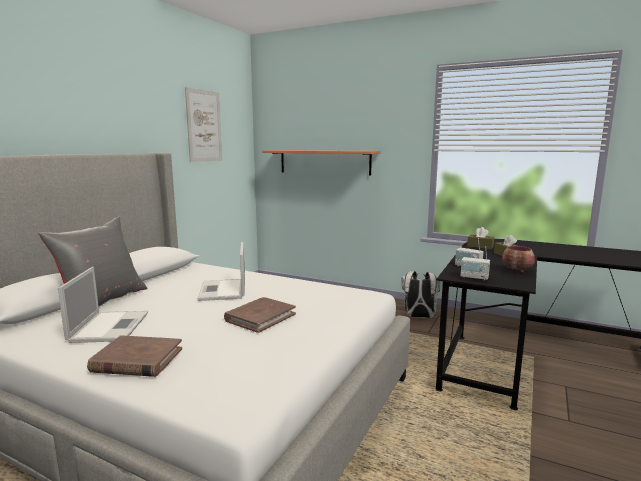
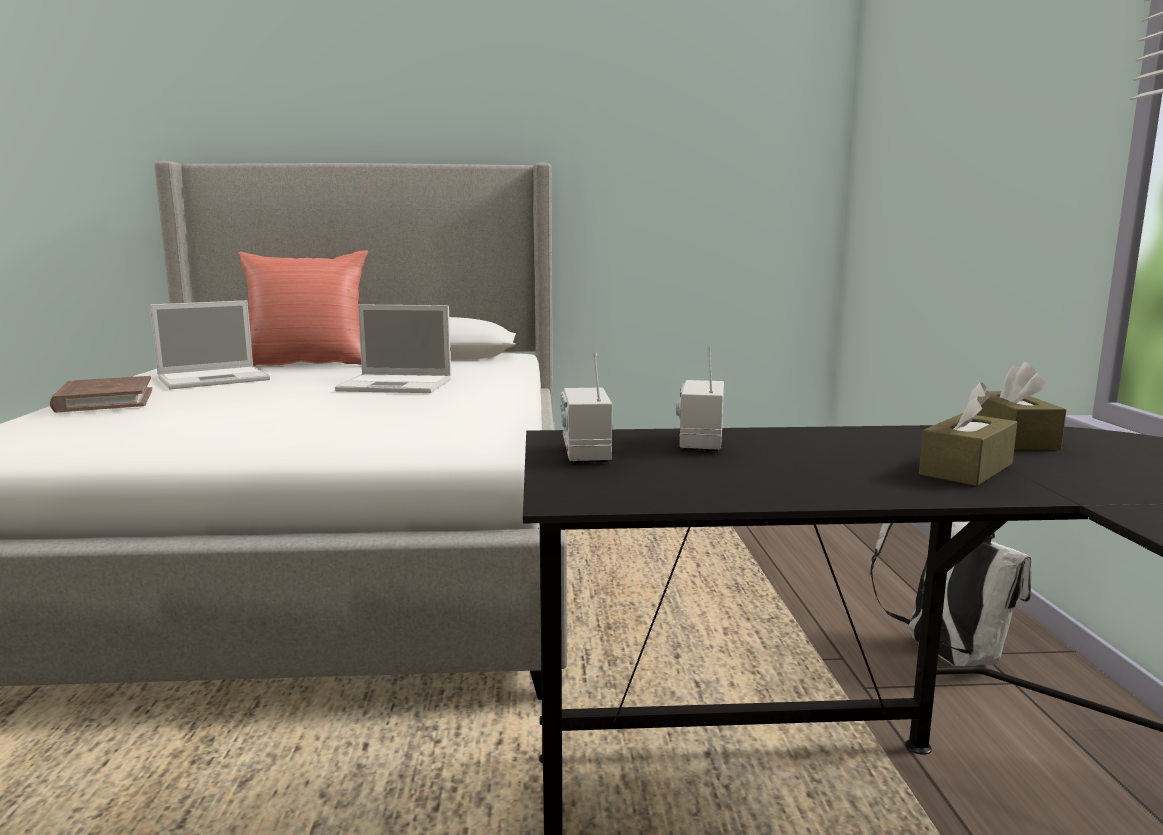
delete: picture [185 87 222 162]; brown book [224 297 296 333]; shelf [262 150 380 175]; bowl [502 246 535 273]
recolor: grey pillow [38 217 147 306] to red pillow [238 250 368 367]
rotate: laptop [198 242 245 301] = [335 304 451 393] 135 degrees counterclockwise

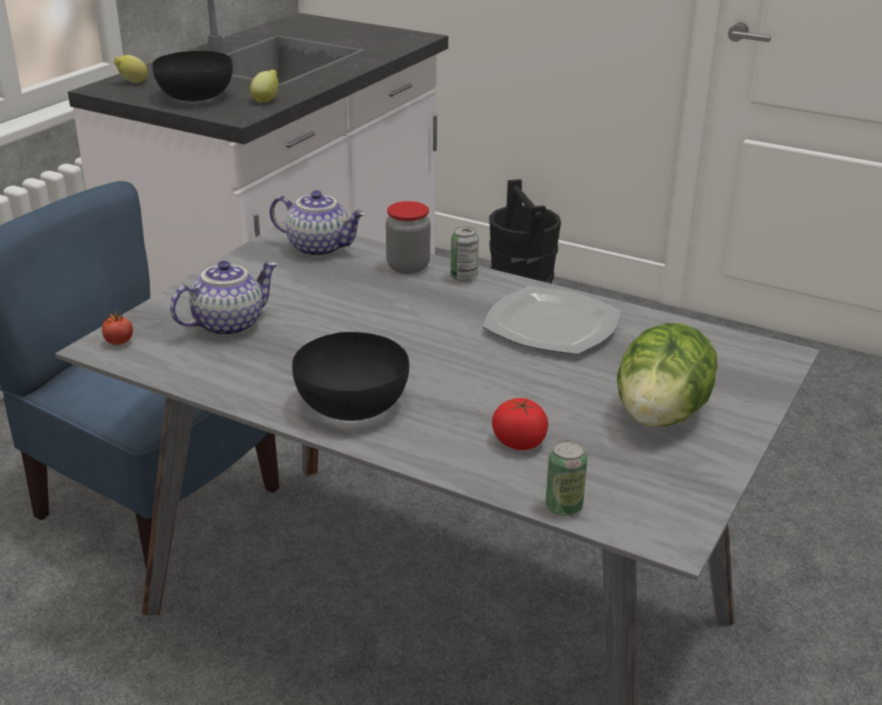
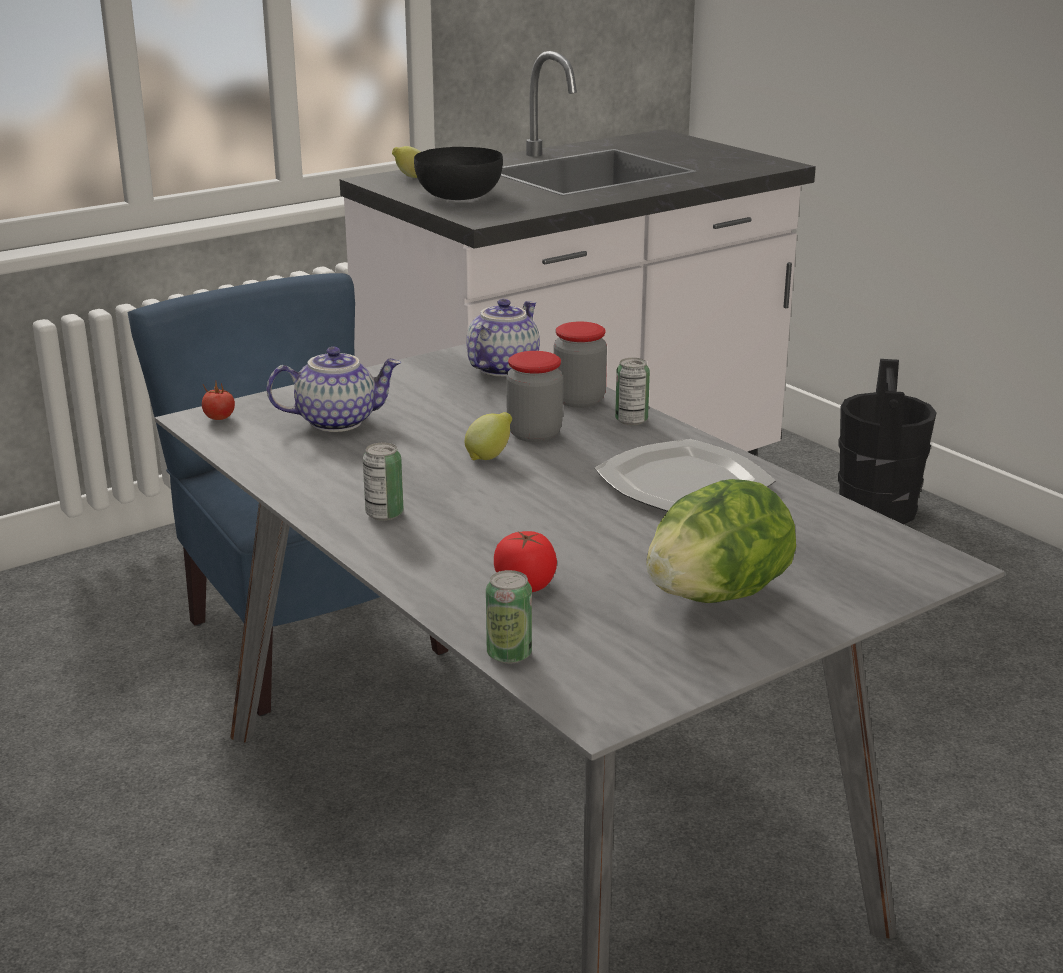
insert: jar [506 351 563 442]
move: lemon [250 70 278 103] to [465 412 512 460]
replace: black bowl [292 332 409 421] to can [363 443 403 521]
rotate: teapot [270 190 366 257] = [466 299 540 377] 105 degrees counterclockwise

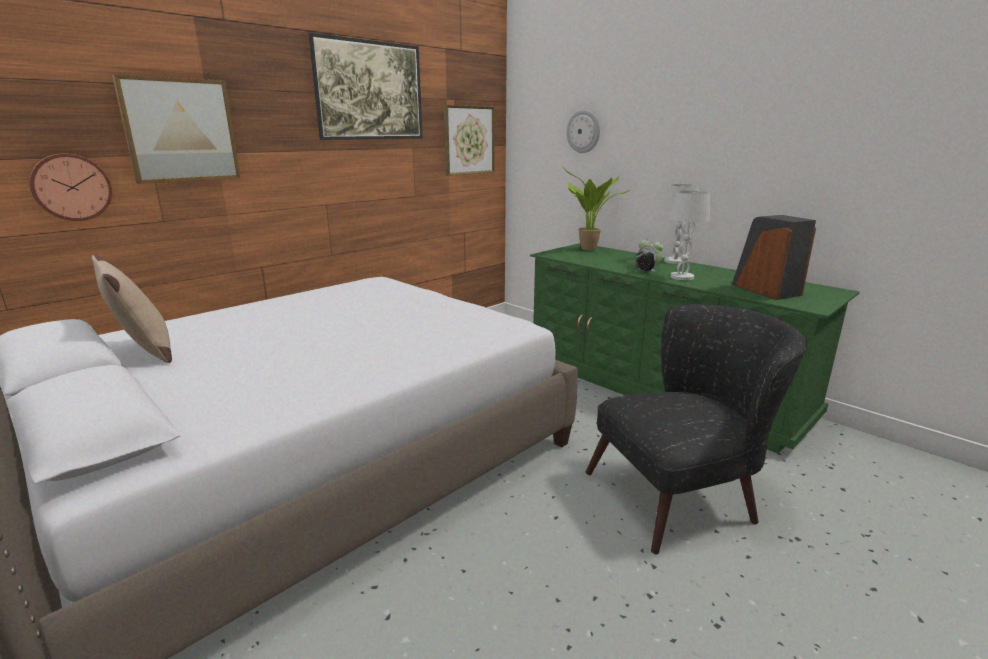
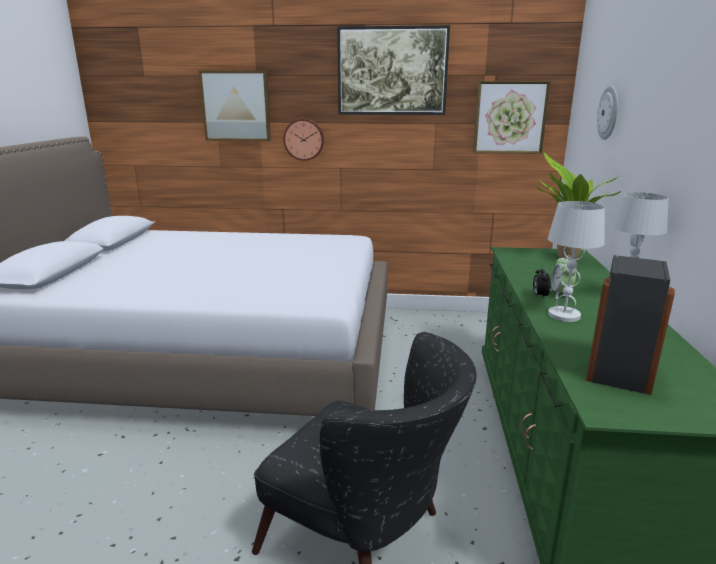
delete: beige pillow [92 255 172 363]
move: wall clock [29 153 112 221] to [283 119 324 161]

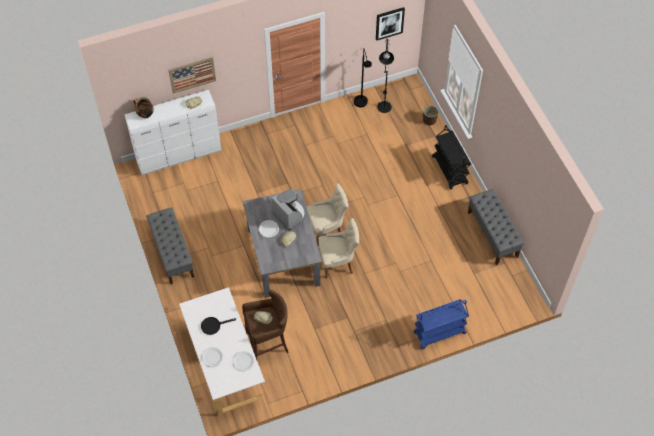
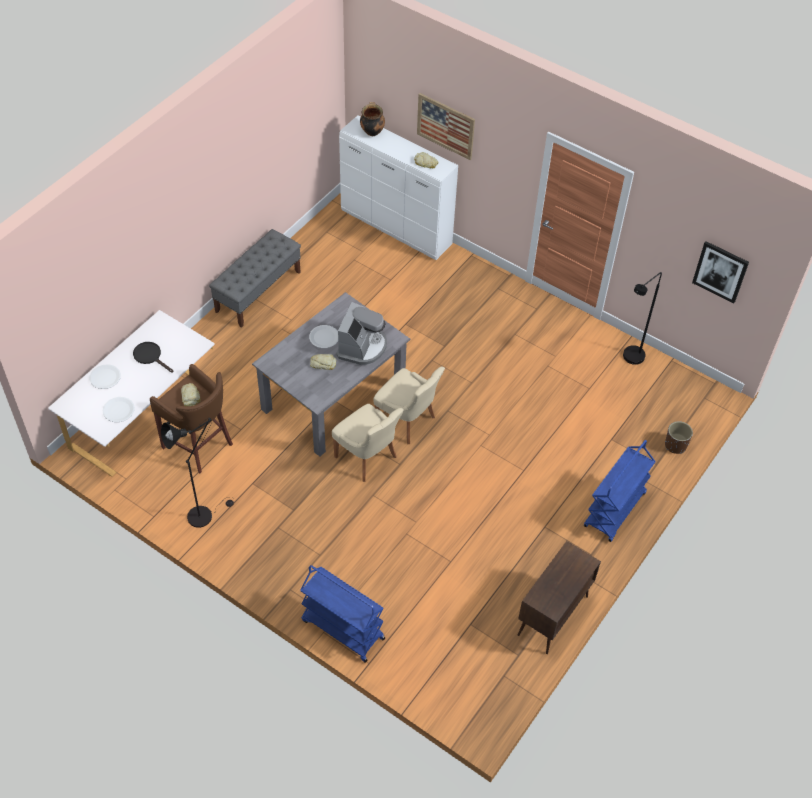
move: black floor lamp [377 39 394 113] to [161 418 234 528]
replace: grey bench [468 189 524 265] to brown cabinet [518 541 601 654]
recolor: black cart [432 125 471 190] to blue cart [584 440 656 542]

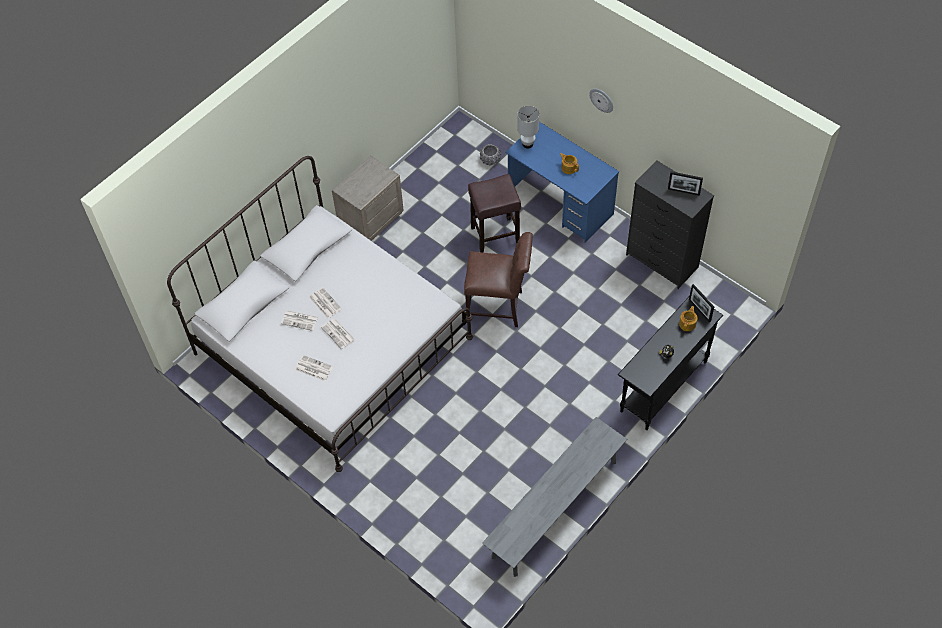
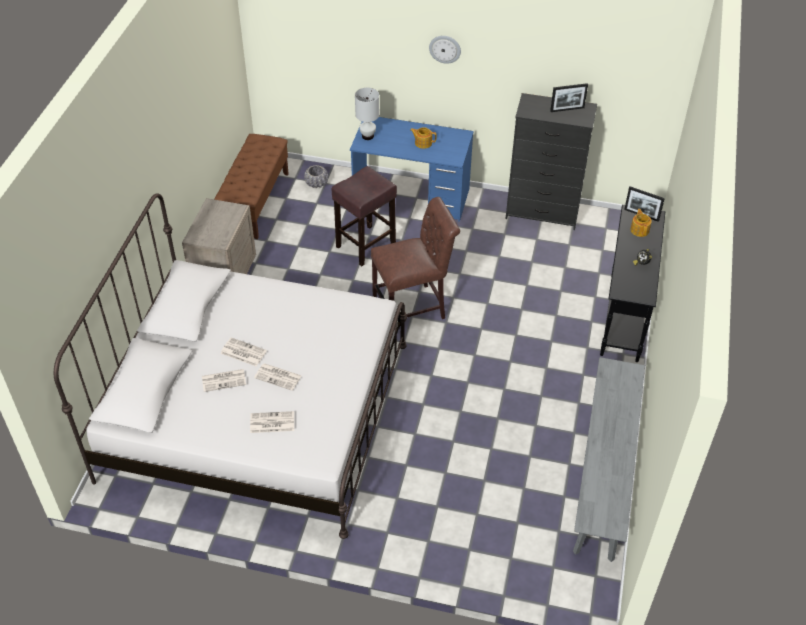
insert: brown bench [214 134 289 239]

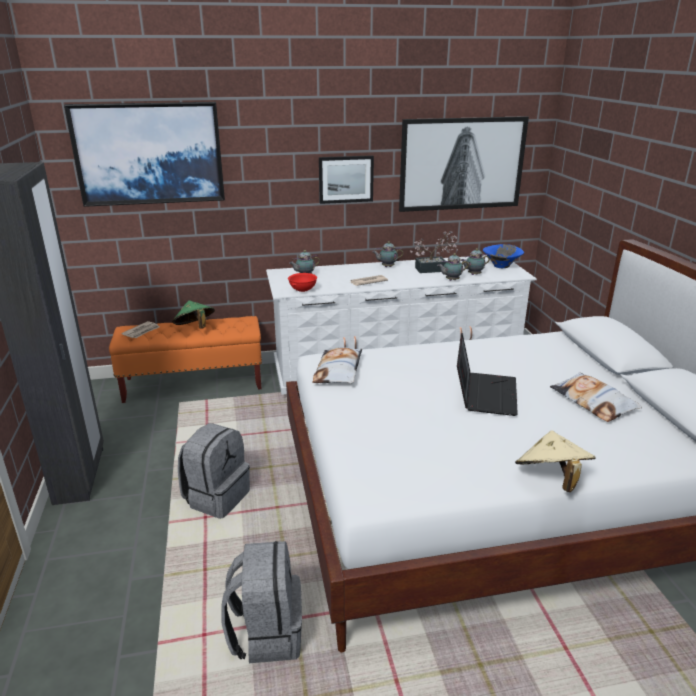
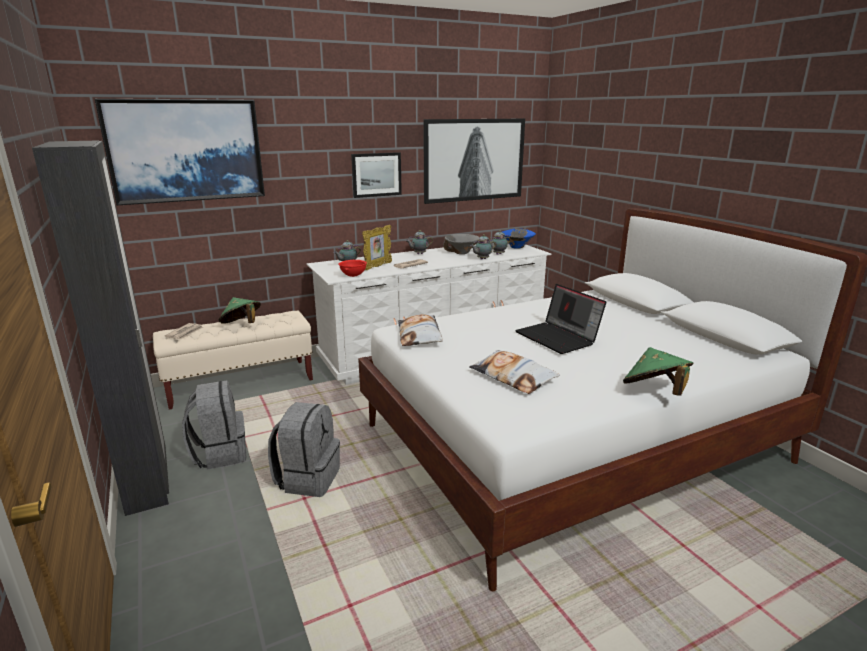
insert: picture frame [362 225 392 270]
move: grey backpack [222 541 302 663] to [182 380 246 470]; pillow [550 372 642 422] to [469 350 560 394]
replace: potted plant [410 231 458 273] to grey bowl [443 234 480 254]
recolor: orange bench [109 316 262 403] to beige bench [153 310 313 410]; beige hat [515 430 595 492] to green hat [623 347 694 395]
rotate: laptop [457 333 518 416] = [515 284 606 354] 150 degrees clockwise

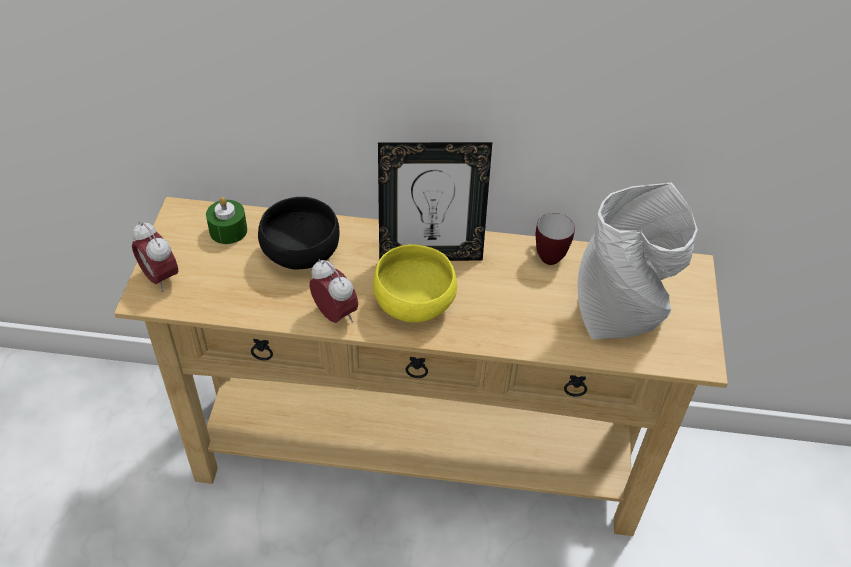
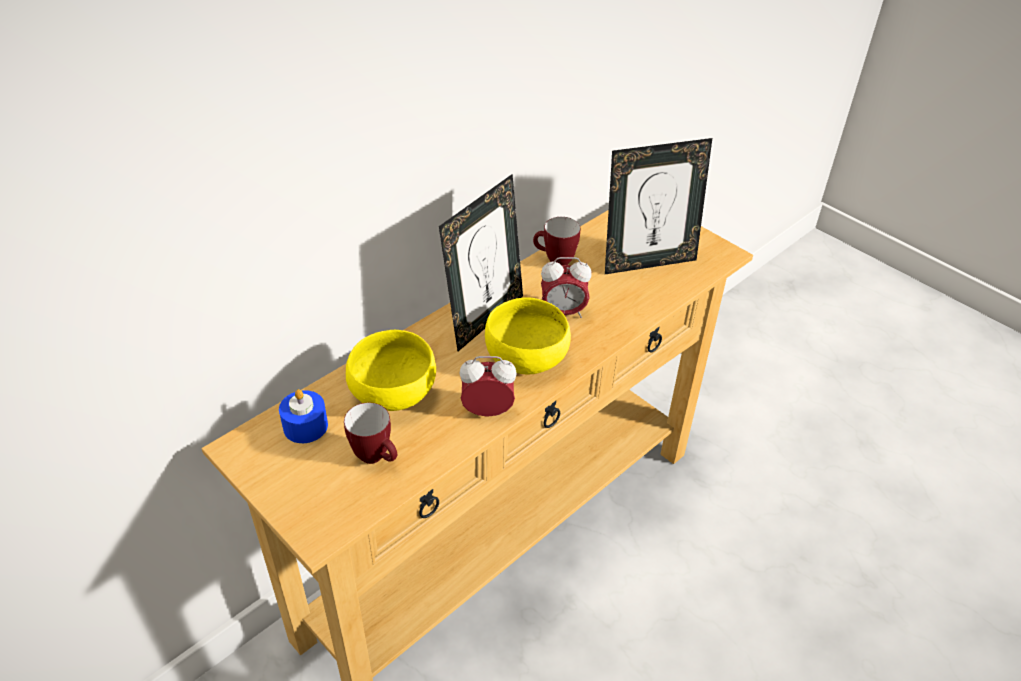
insert: mug [344 403 397 464]
move: alarm clock [132 221 178 292] to [541 257 592 318]
replace: grey vase [578 182 698 339] to picture frame [605 138 712 274]
recolor: green candle [206 197 247 244] to blue candle [279 389 328 443]; black bowl [258 197 339 270] to yellow bowl [346 330 436 411]

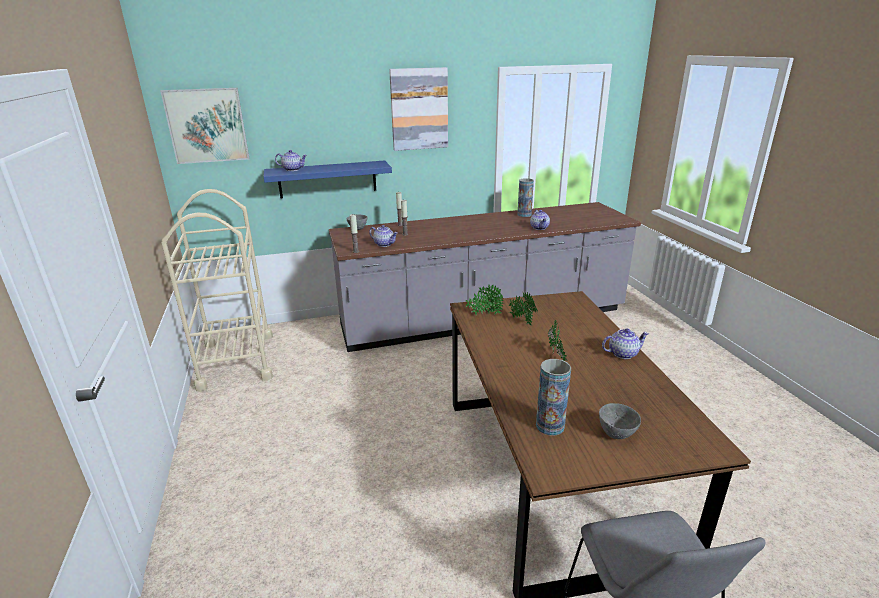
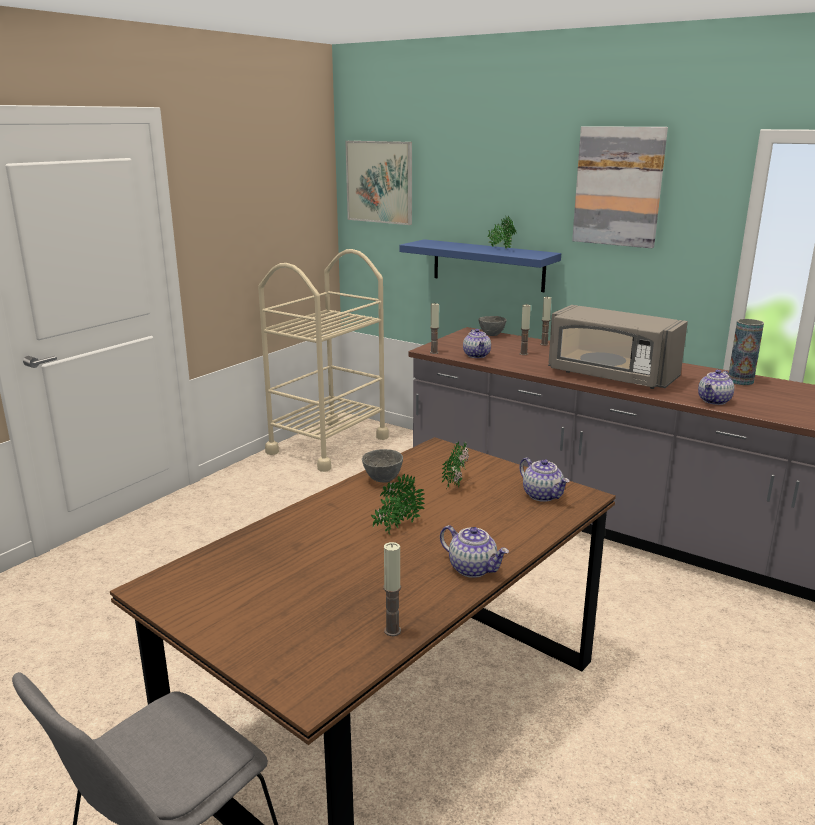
delete: vase [536 359 571 436]
insert: candle [383 542 401 636]; grey microwave [548 305 688 389]
move: grey bowl [599 403 641 439] to [362 449 403 483]; potted plant [466 284 504 315] to [487 215 516 249]; teapot [275 150 307 171] to [519 457 569 502]

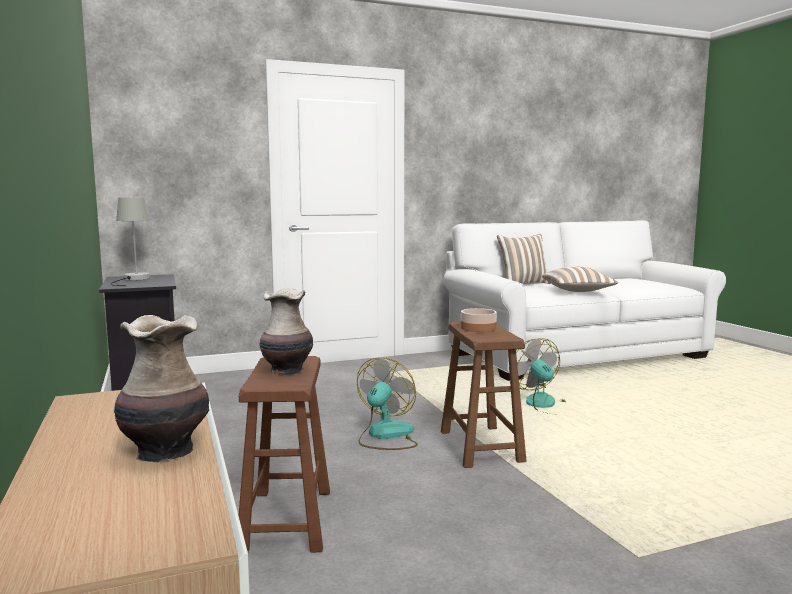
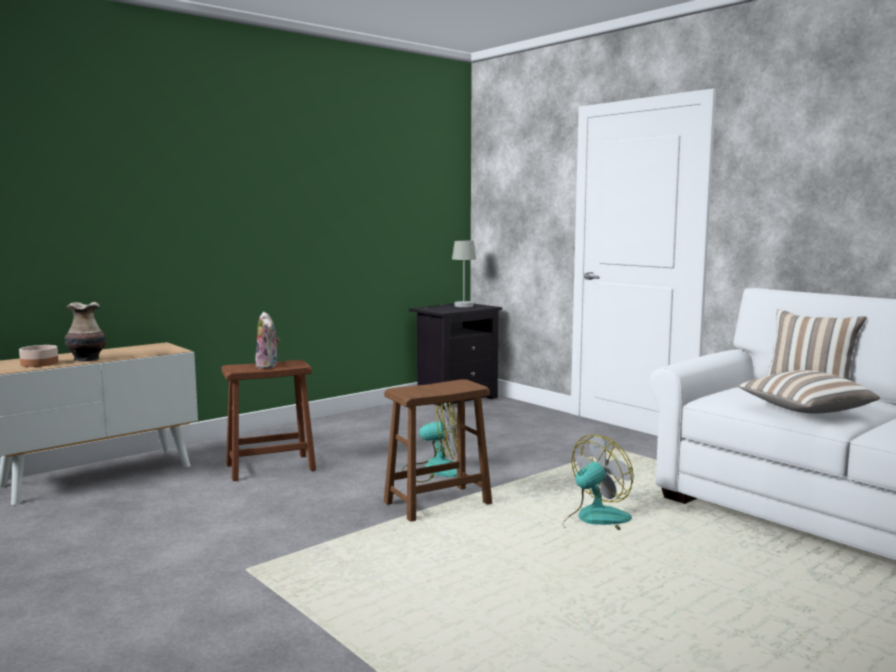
move: bowl [461 308 497 332] to [19 345 58 367]
replace: vase [260 288 313 375] to plush toy [255 312 280 369]

